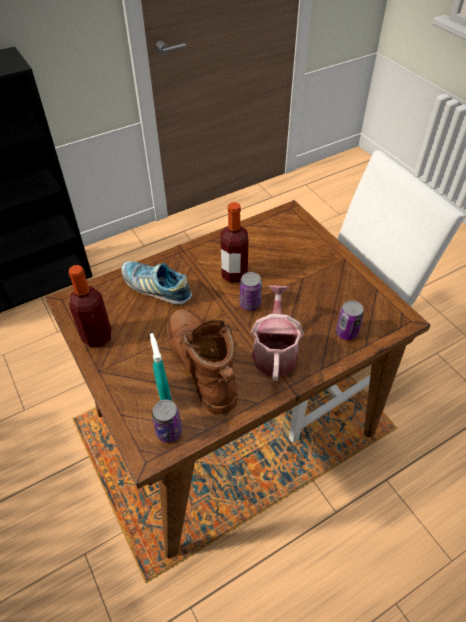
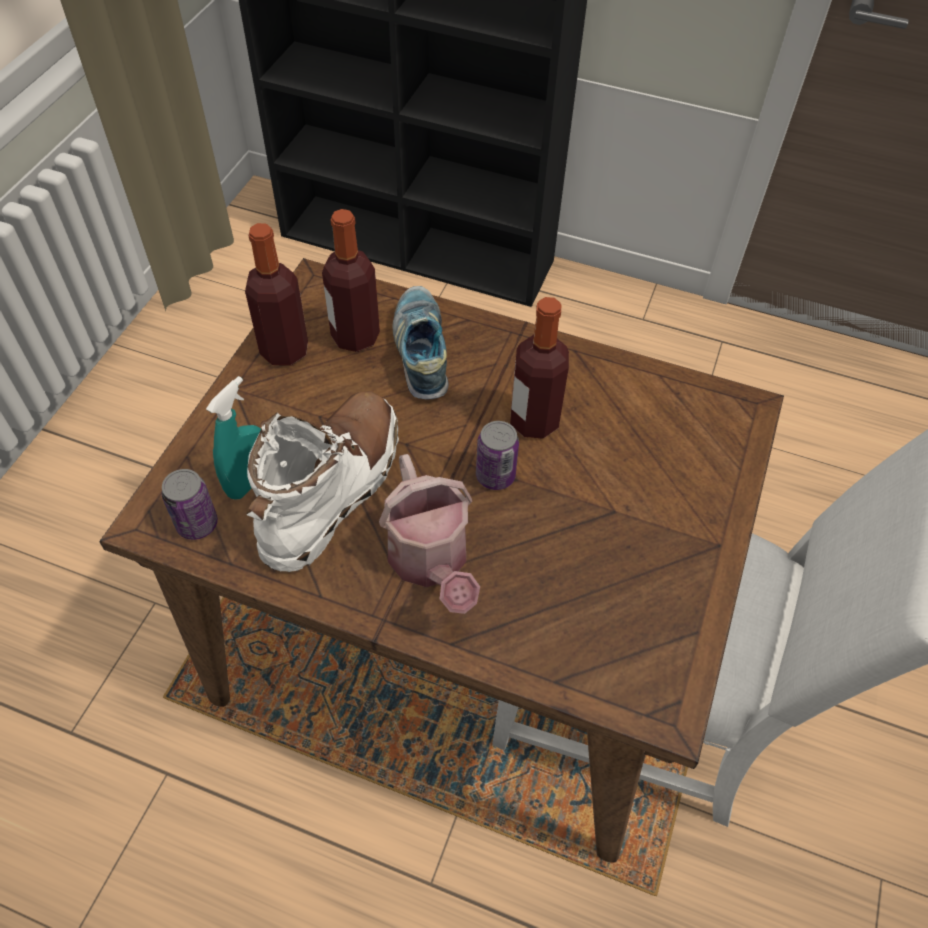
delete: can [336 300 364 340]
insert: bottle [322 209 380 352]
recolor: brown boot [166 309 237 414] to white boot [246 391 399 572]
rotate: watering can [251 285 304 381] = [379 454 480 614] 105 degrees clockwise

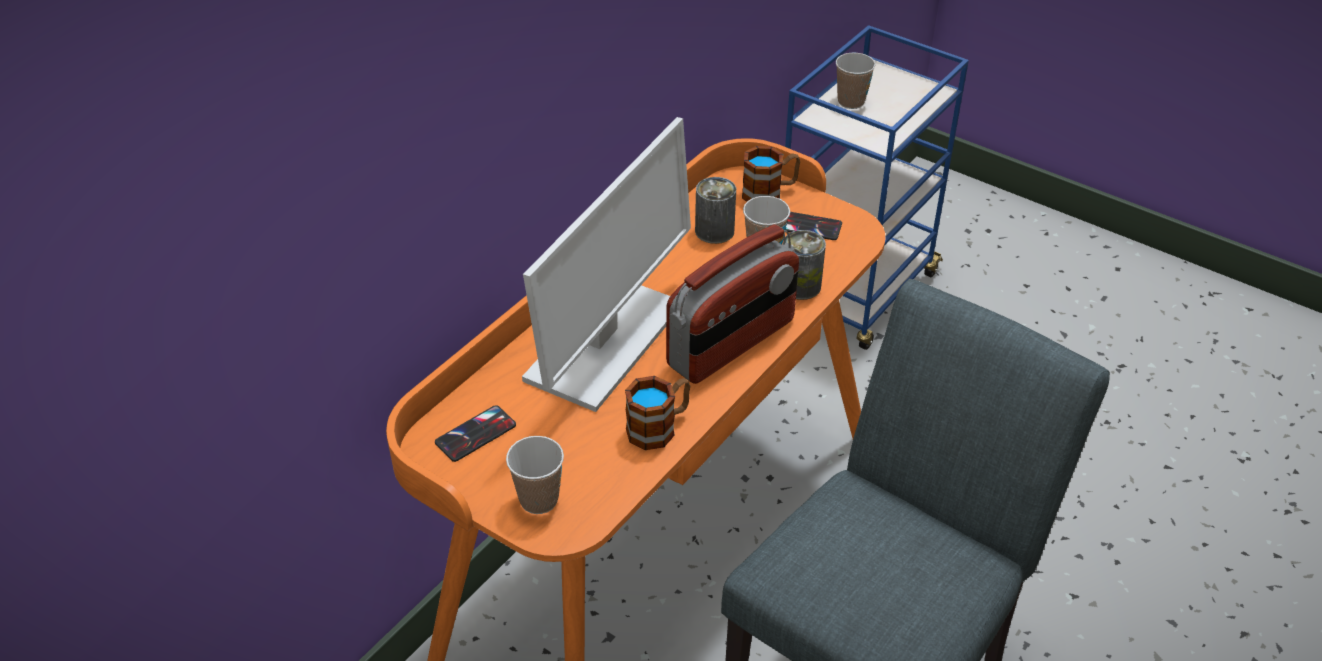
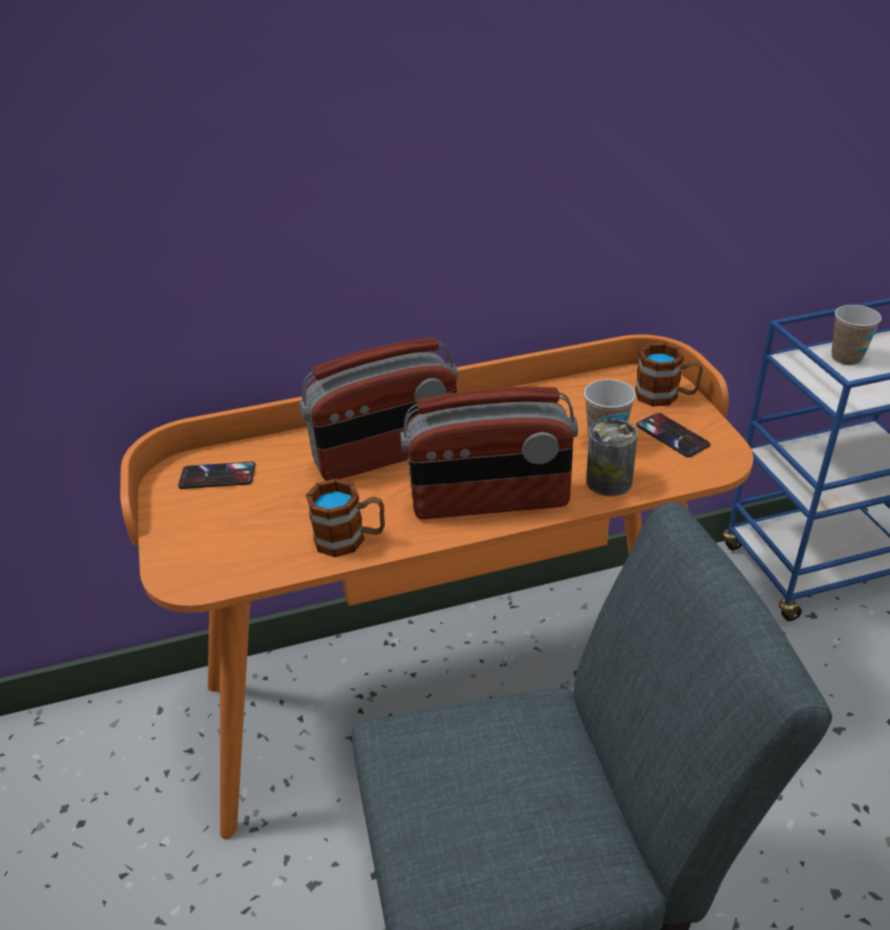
delete: cup [506 436 564 514]; can [695 177 736 244]
replace: monitor [522 117 691 412] to radio [299 337 458 481]

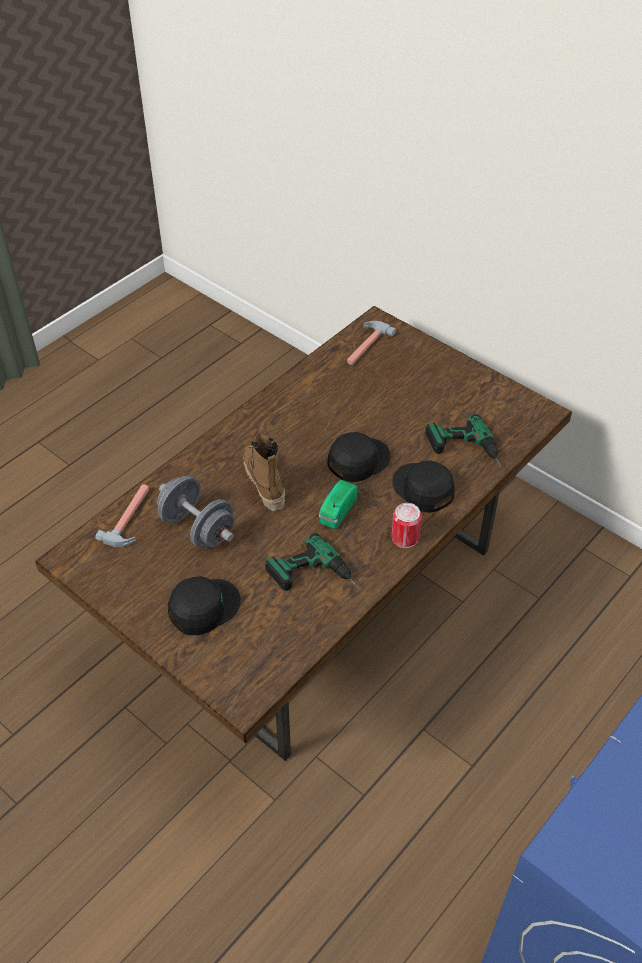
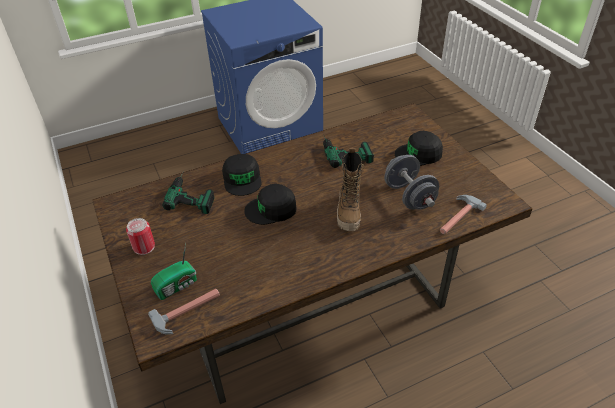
move: can [391 503 422 548] to [126 218 155 255]; radio [319 480 357 529] to [151 242 197 300]

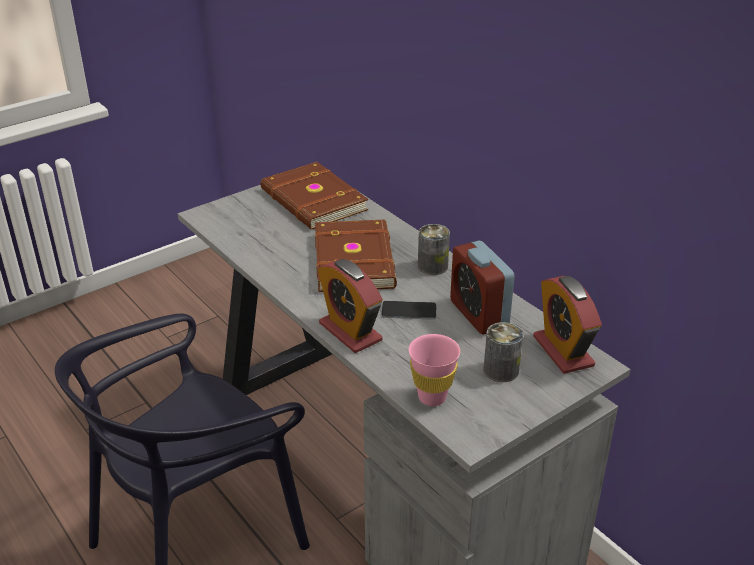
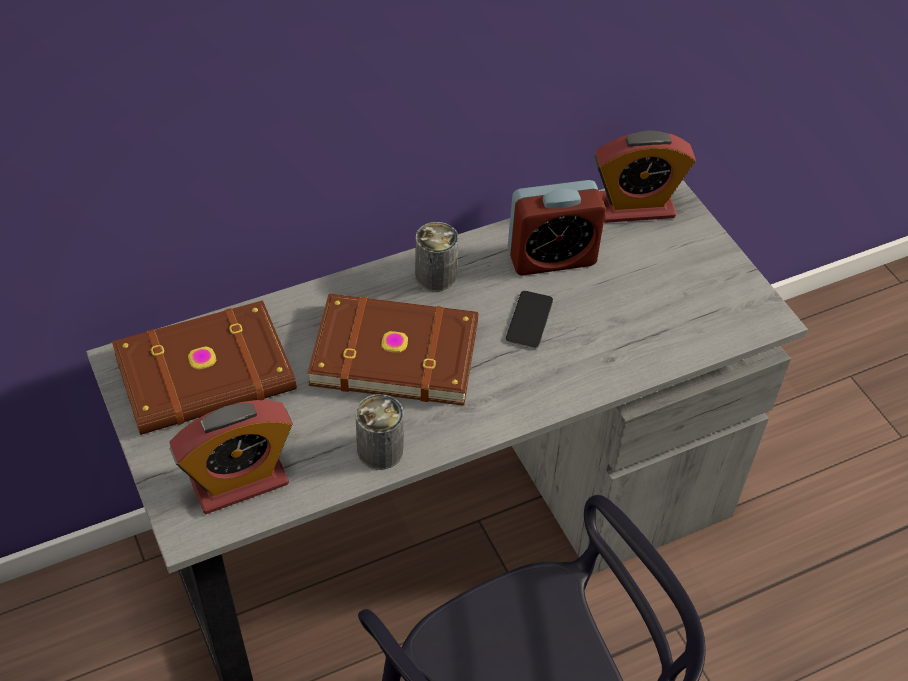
delete: pink cup [409 334 460 406]
move: alarm clock [318 259 383 353] to [169 400 293 514]; can [483 322 523 382] to [355 394 404 470]

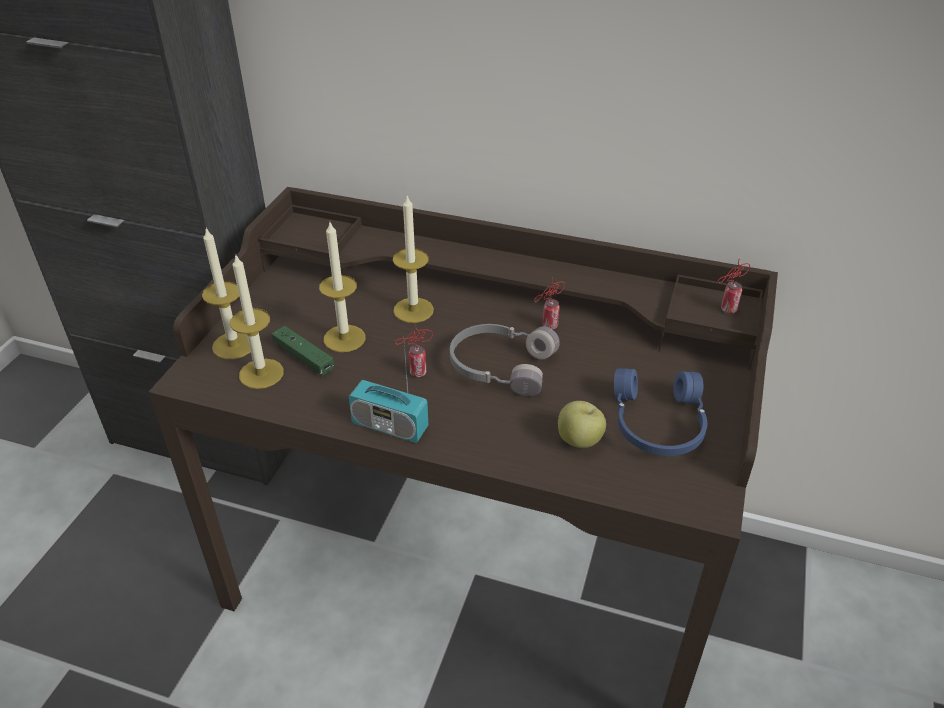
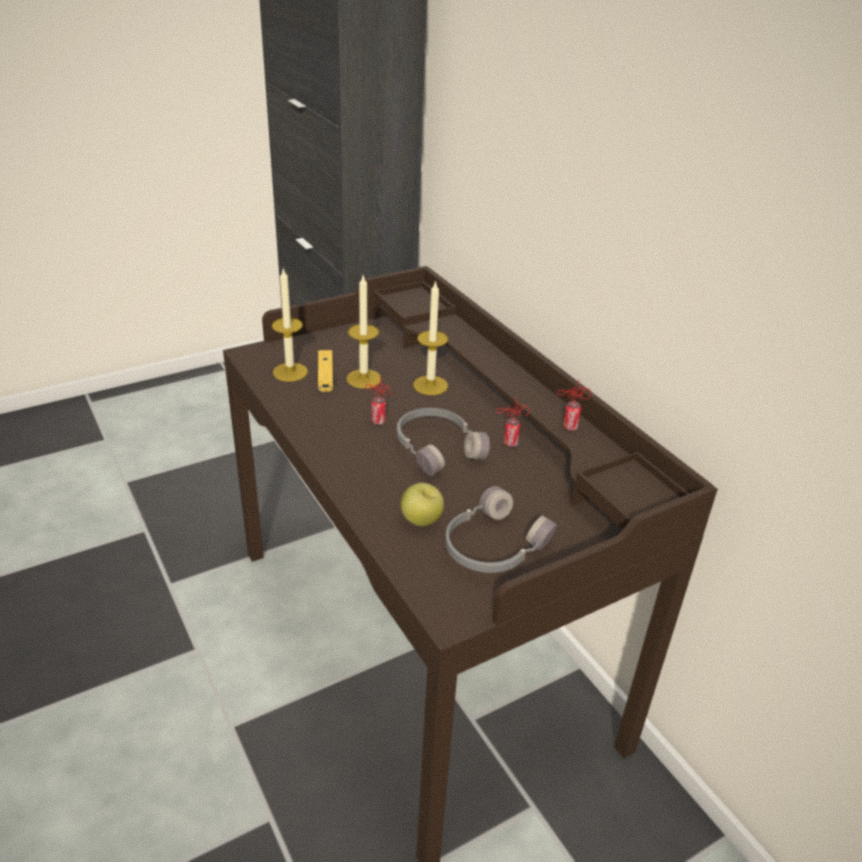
delete: candle [202 228 251 359]; radio [349 343 428 443]
move: can [718 258 750 313] to [557 379 592 431]
recolor: green game controller [272 326 334 375] to yellow game controller [318 350 333 392]; blue headphones [614 368 707 456] to grey headphones [445 486 557 573]

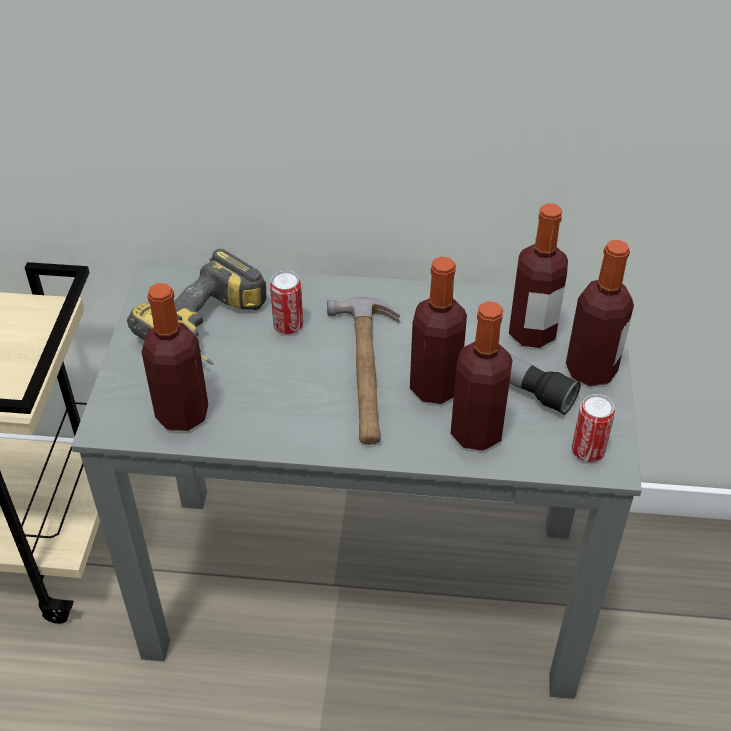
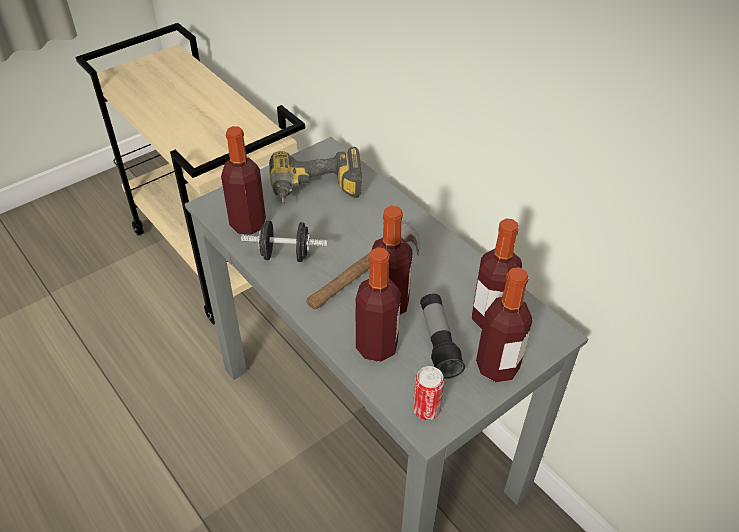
delete: can [270 271 303 334]
insert: black dumbbell [241 220 328 262]

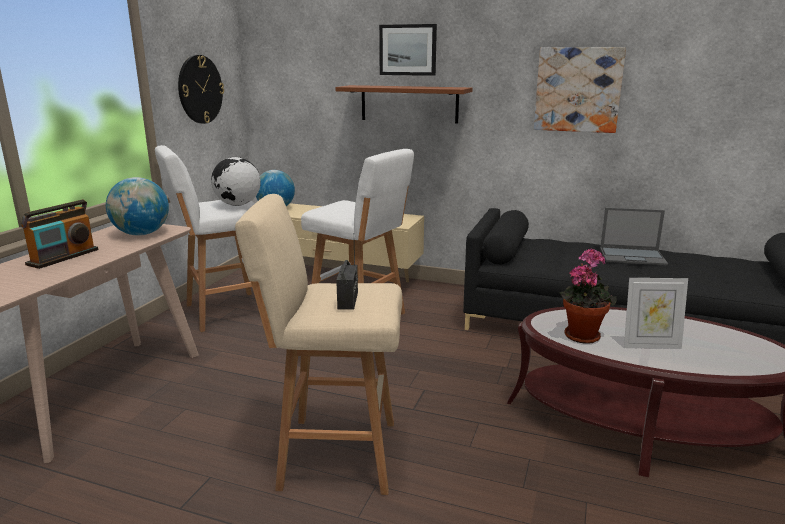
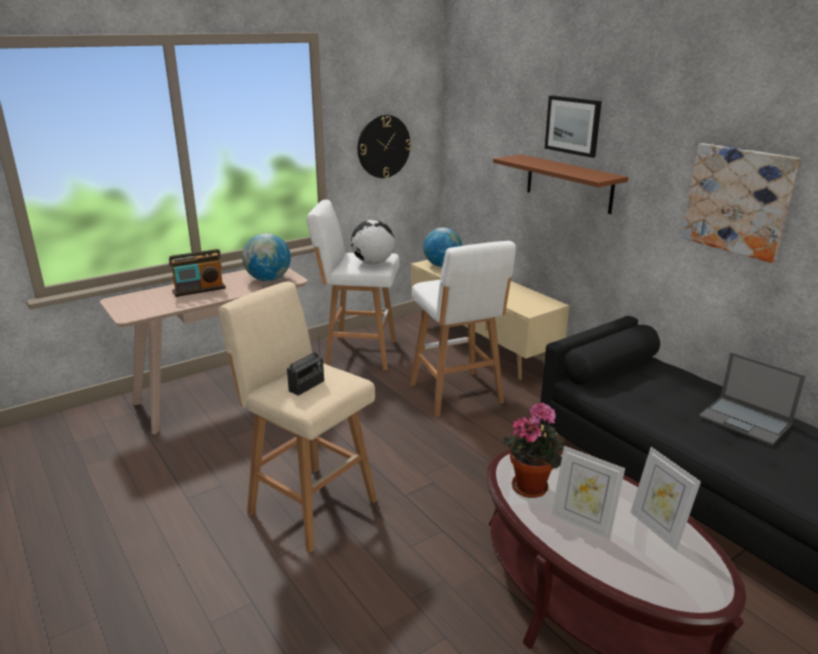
insert: picture frame [630 447 701 551]

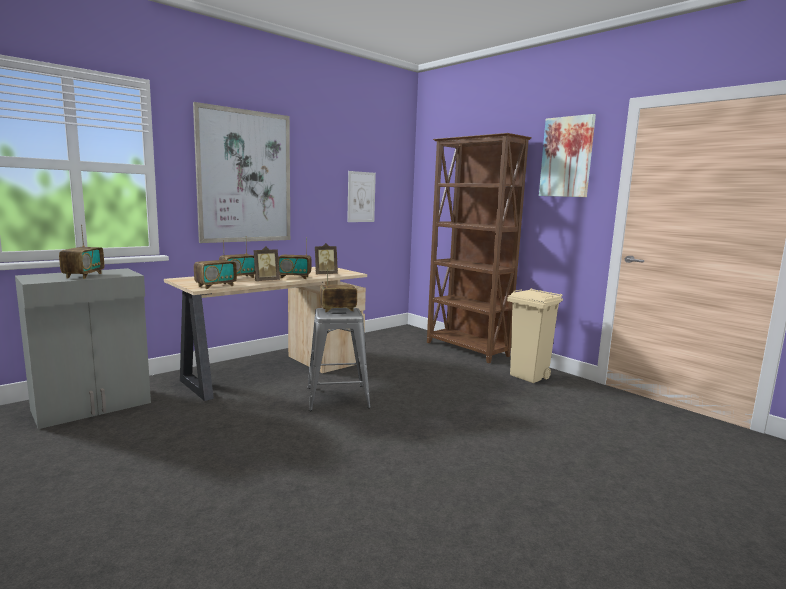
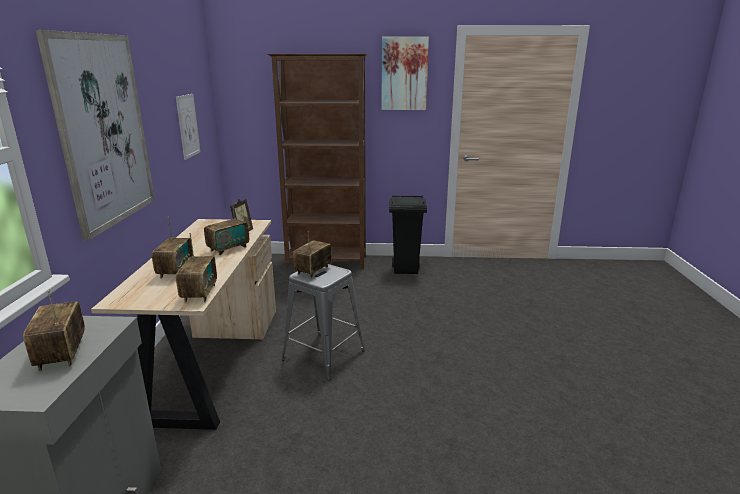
delete: picture frame [253 246 280 281]
recolor: beige trash can [507 288 563 383] to black trash can [389 195 427 274]
rotate: radio [59 225 104 279] = [23 290 85 371] 150 degrees counterclockwise

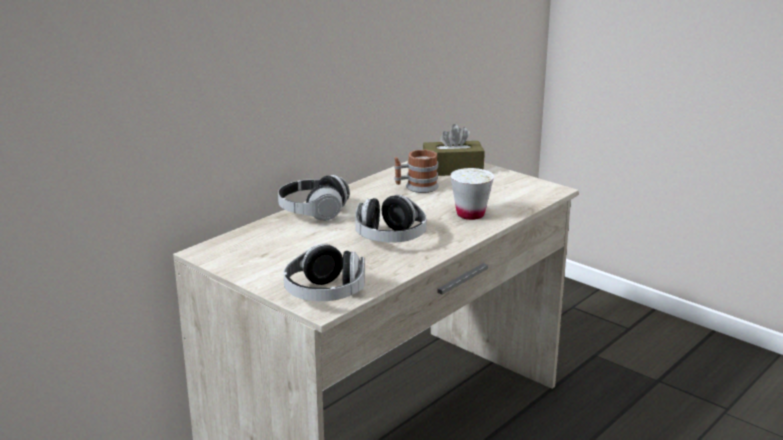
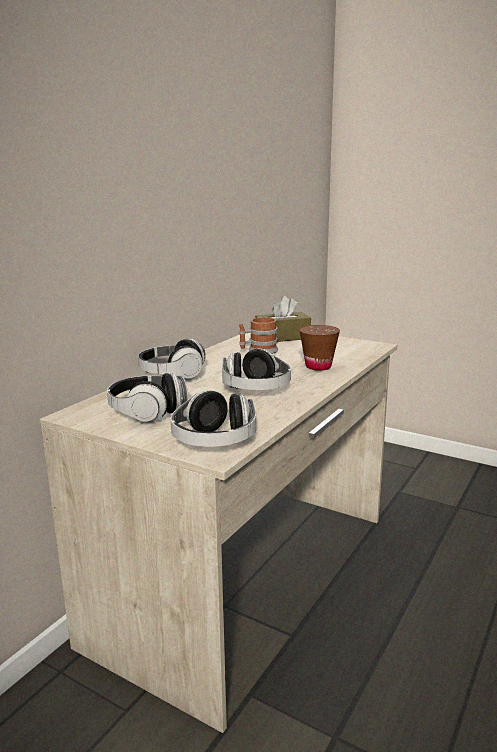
insert: headphones [107 373 188 423]
recolor: white cup [450 168 494 220] to brown cup [299 325 340 371]

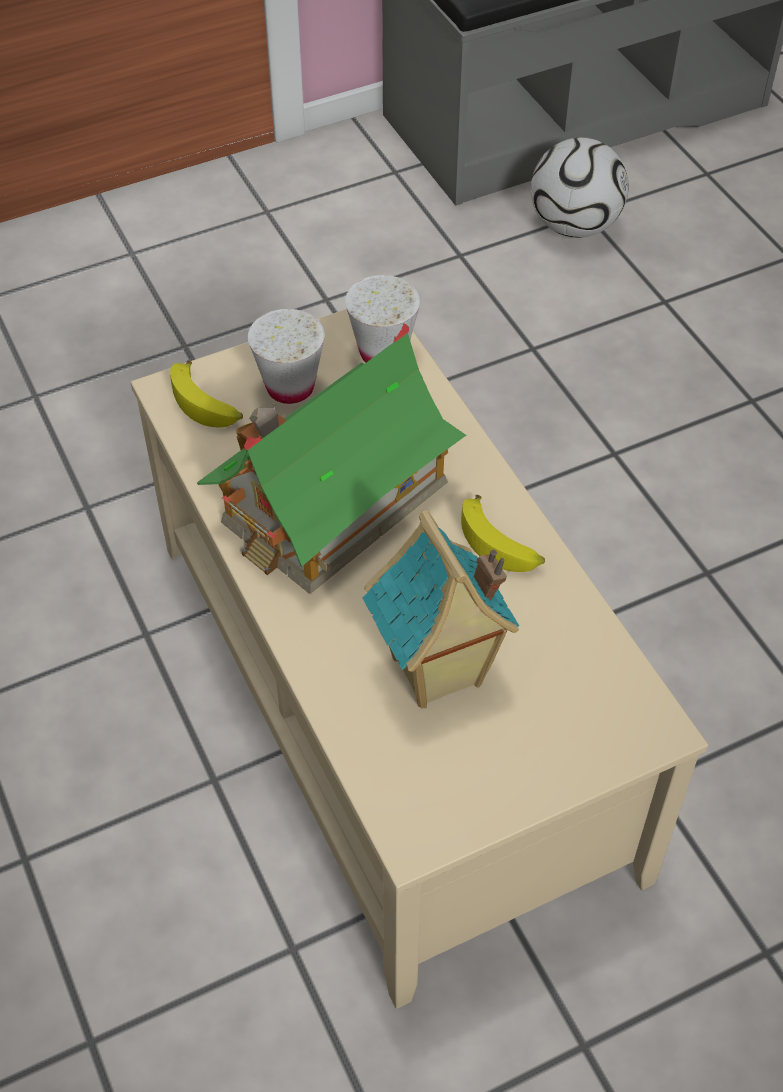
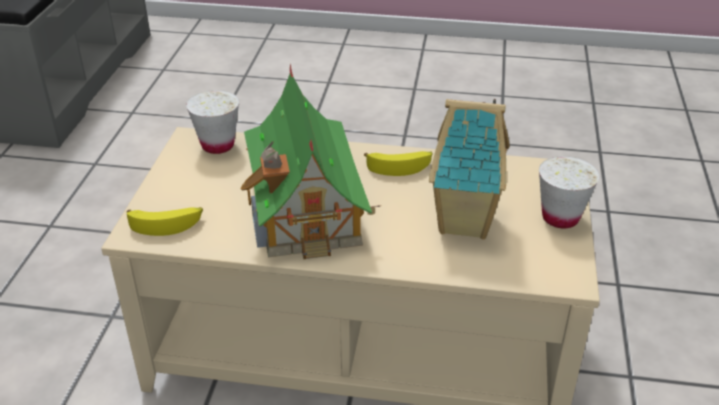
delete: football [531 137 629 238]
move: white cup [248 309 325 404] to [539 156 599 228]

